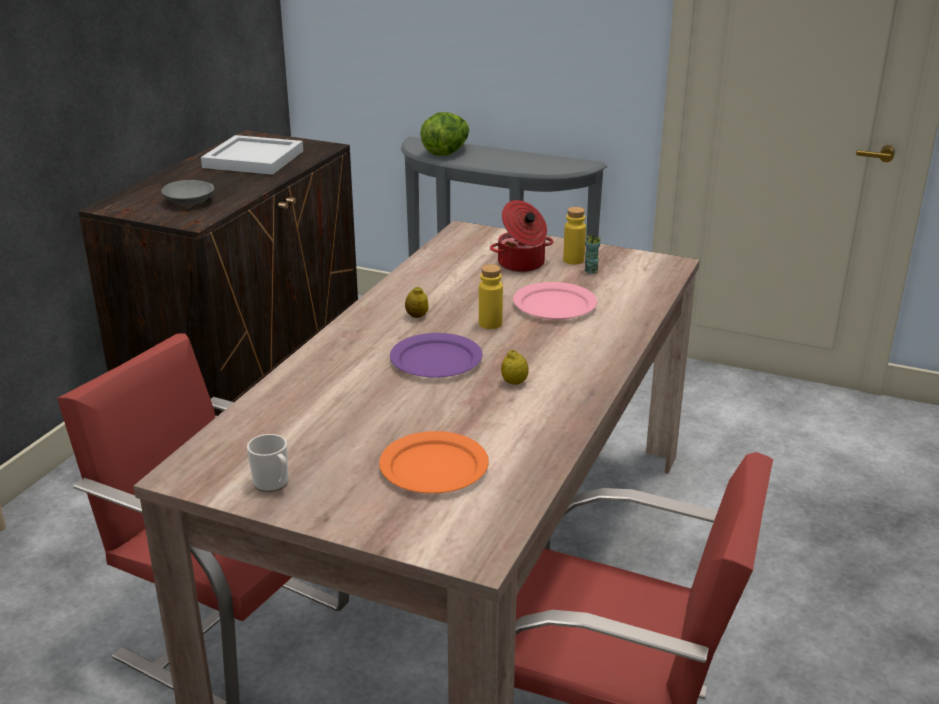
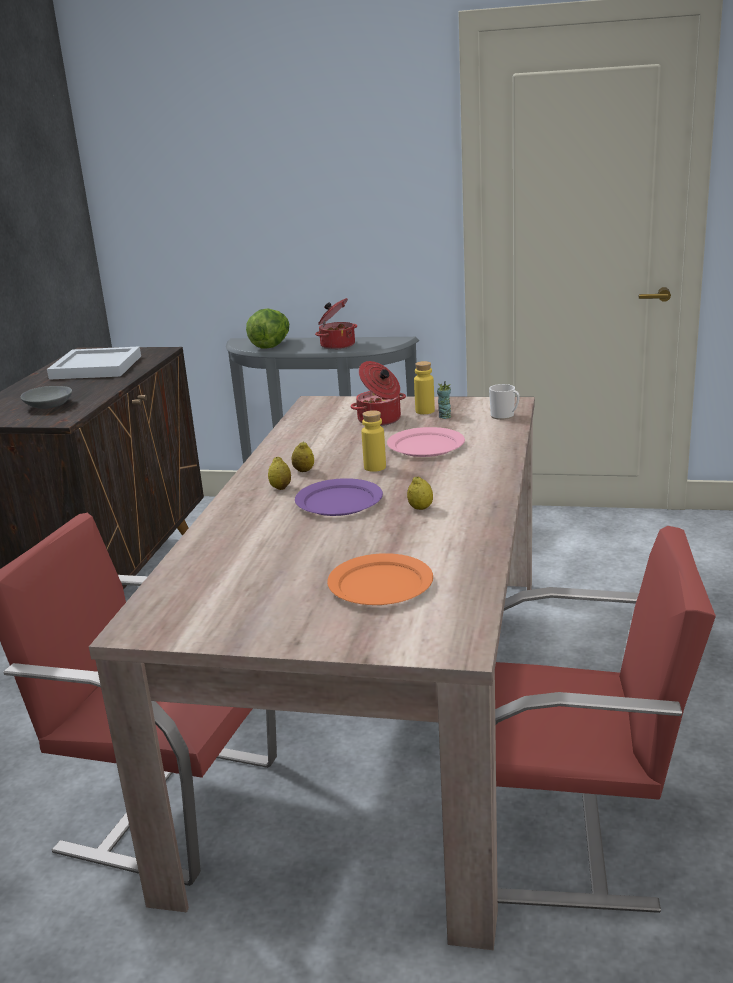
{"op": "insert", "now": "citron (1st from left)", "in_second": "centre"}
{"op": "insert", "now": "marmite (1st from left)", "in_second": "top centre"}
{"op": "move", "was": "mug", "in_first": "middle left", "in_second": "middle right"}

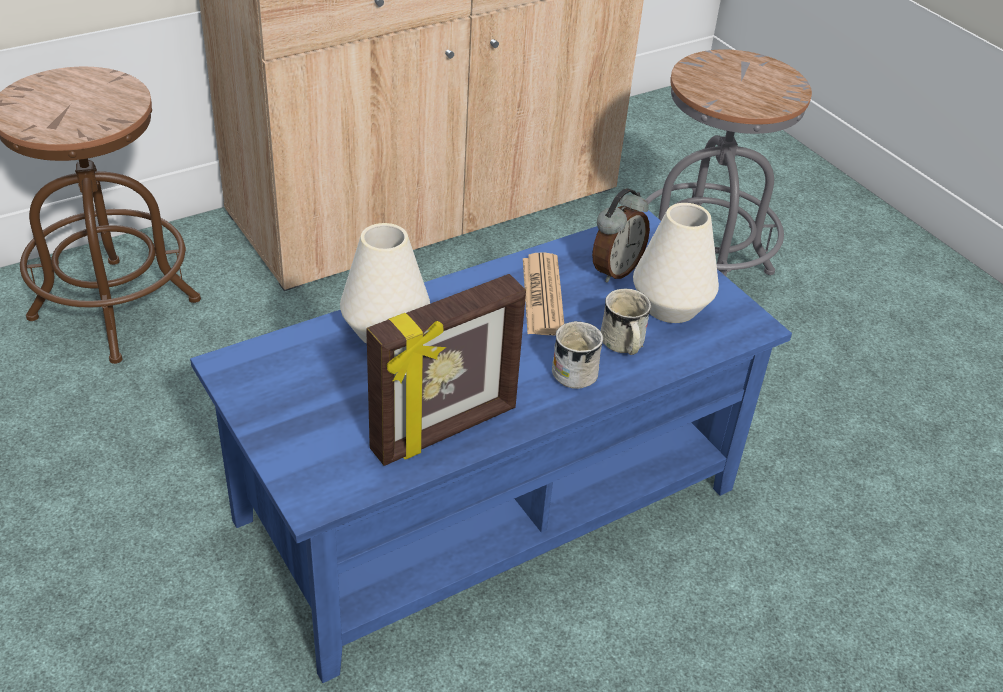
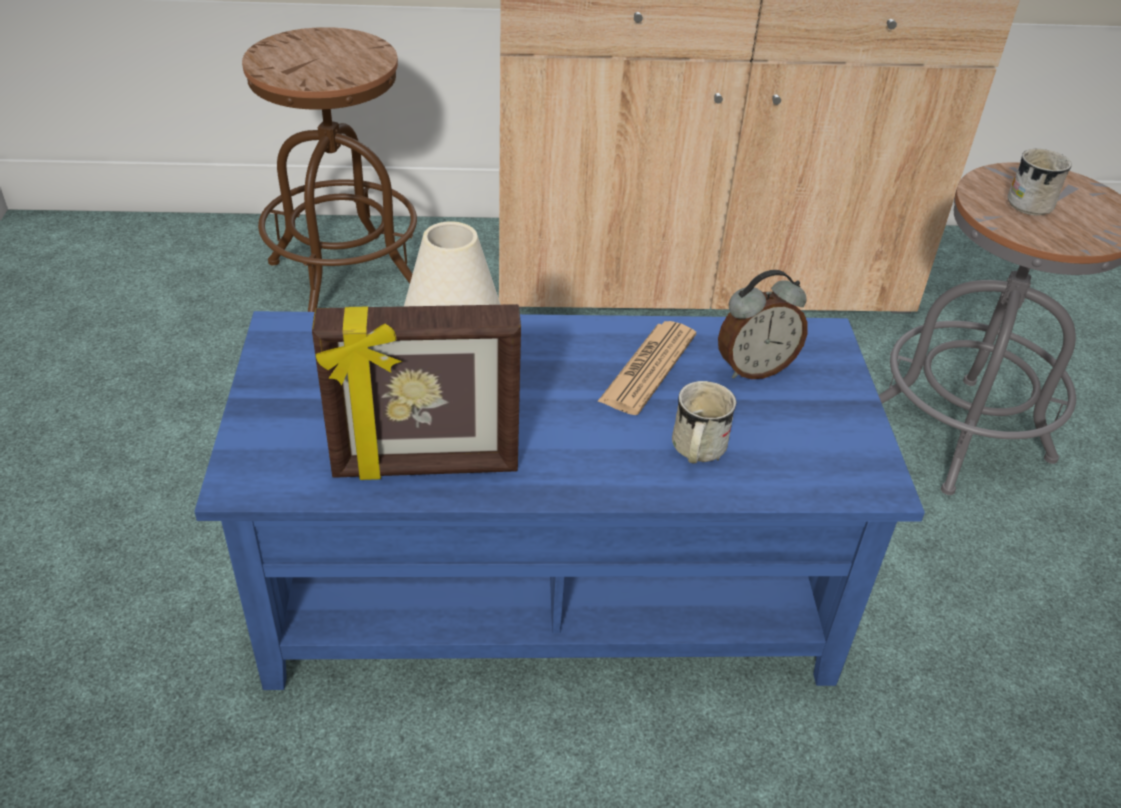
{"op": "move", "was": "mug/blanc (1st from left in the first image)", "now": "mug/blanc (2nd from left)", "in_first": "centre", "in_second": "top right"}
{"op": "delete", "was": "vase/blanc (2nd from left)", "in_first": "middle right"}

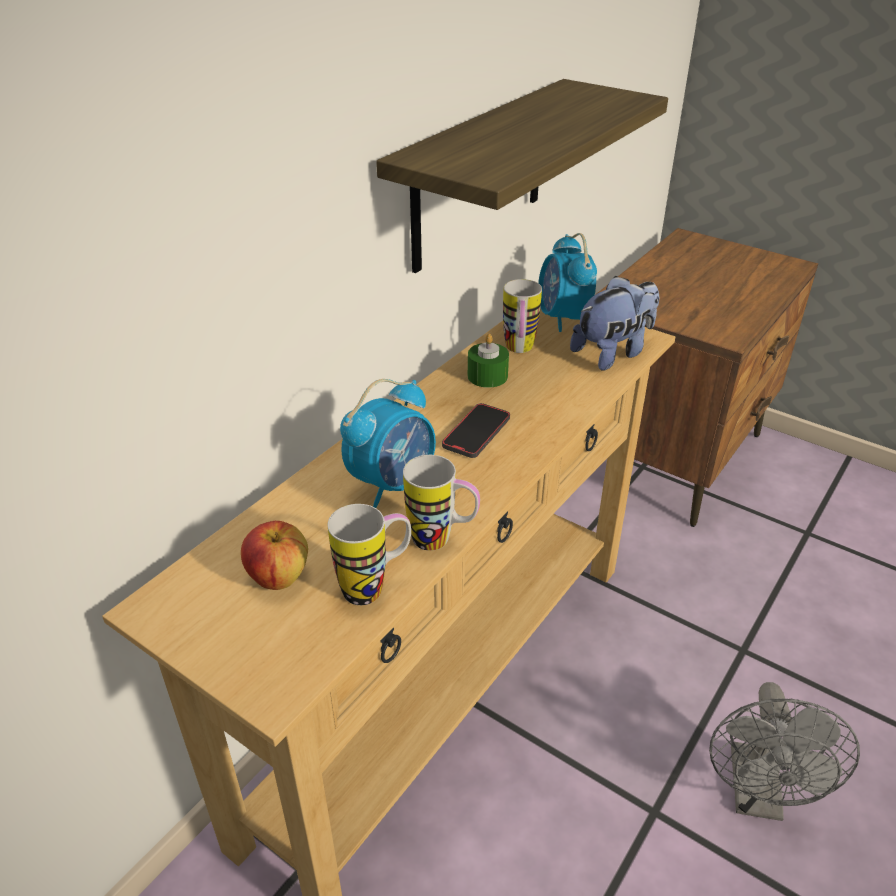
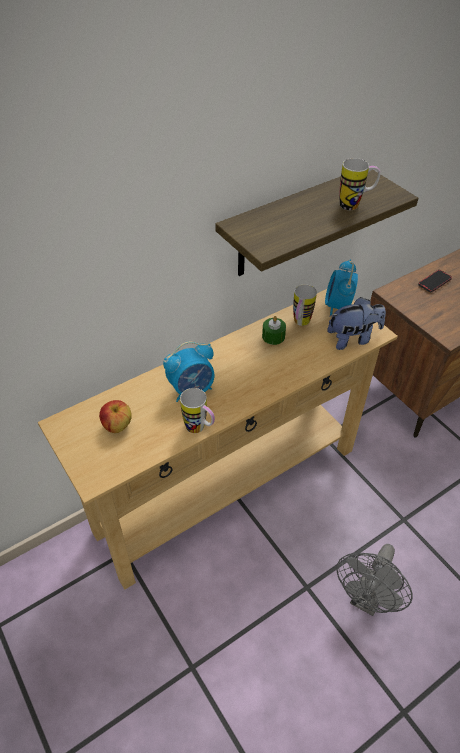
{"op": "move", "was": "mug (1st from left in the first image)", "now": "mug (3rd from left)", "in_first": "centre", "in_second": "top right"}
{"op": "move", "was": "téléphone", "in_first": "centre", "in_second": "middle right"}

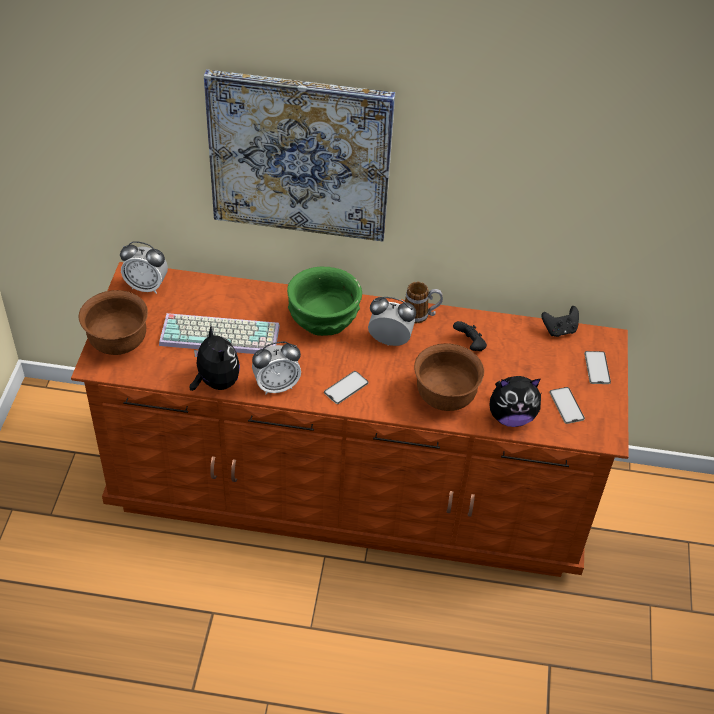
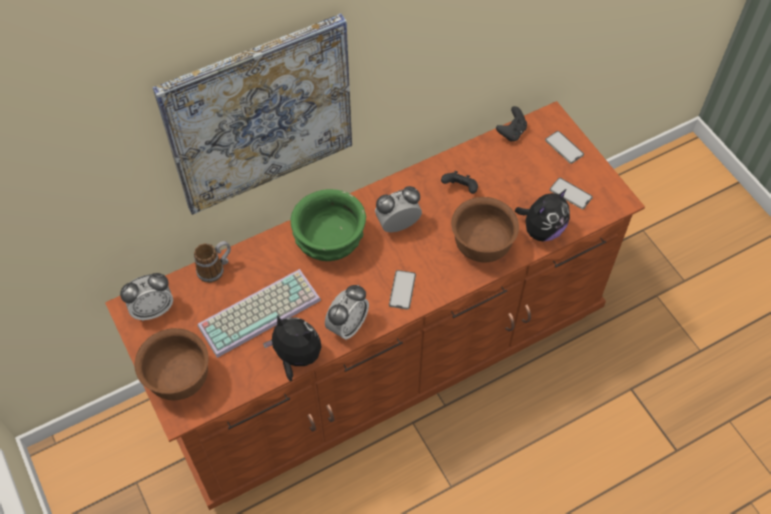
{"op": "move", "was": "mug", "in_first": "centre", "in_second": "middle left"}

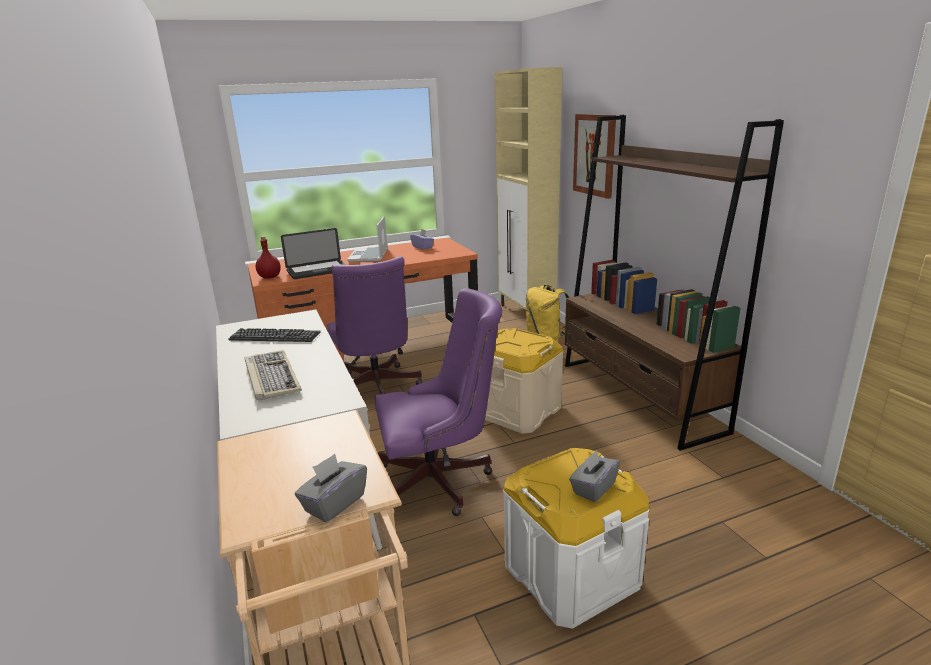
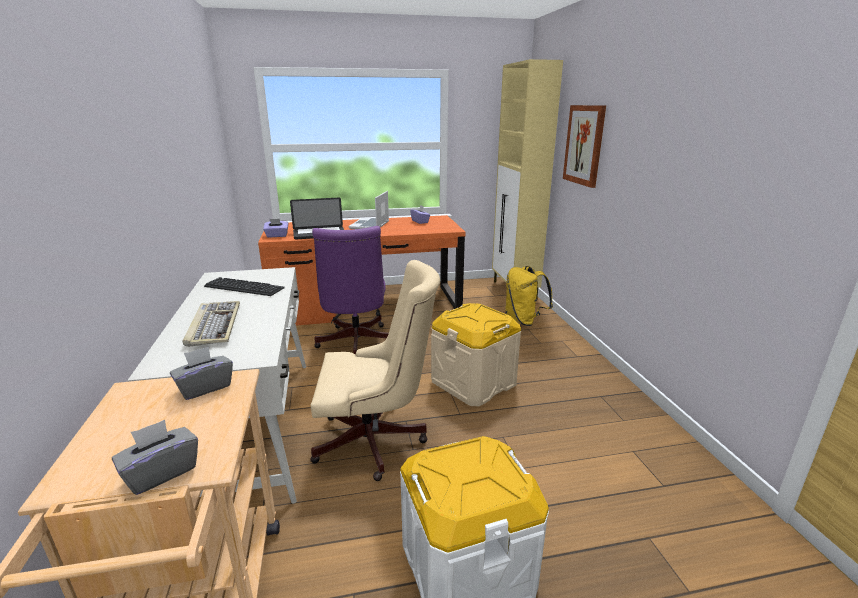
{"op": "move", "was": "boîte à mouchoirs/gris (2nd from left)", "in_first": "bottom centre", "in_second": "middle left"}
{"op": "replace", "was": "bouteille/rouge", "now": "boîte à mouchoirs/violet (1st from left)", "in_first": "middle left", "in_second": "middle left"}
{"op": "recolor", "was": "chaise de bureau/violet (2nd from left)", "now": "chaise de bureau/beige", "in_first": "centre", "in_second": "centre"}
{"op": "delete", "was": "bibliothèque/marron", "in_first": "middle right"}

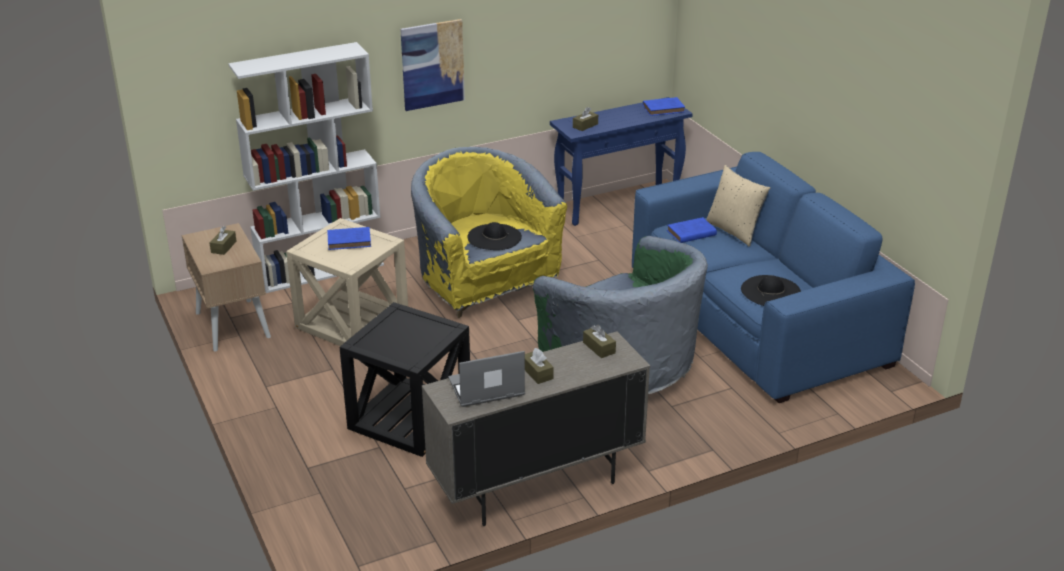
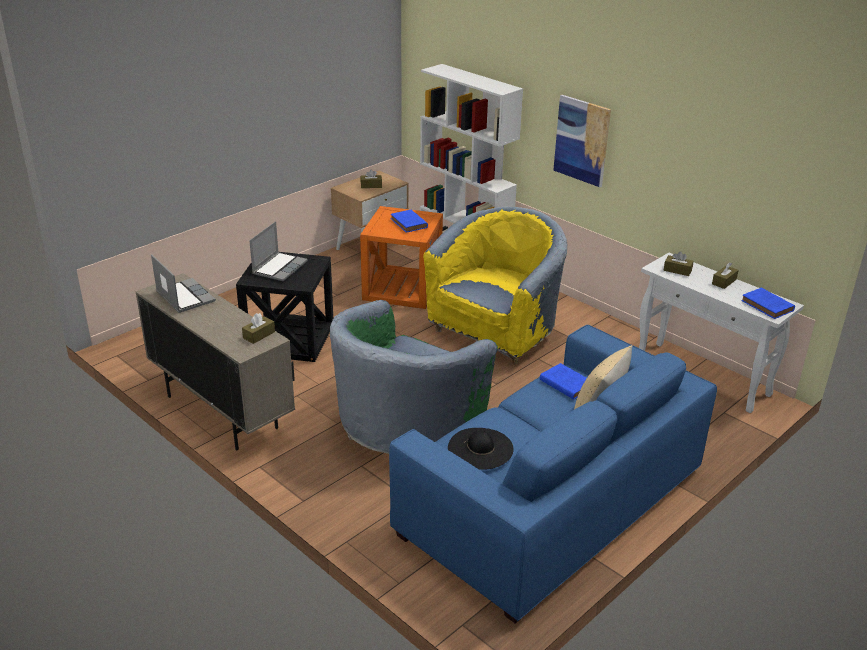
{"op": "insert", "now": "ordinateur portable (2nd from left)", "in_second": "middle left"}
{"op": "recolor", "was": "table d'appoint/beige", "now": "table d'appoint/orange", "in_first": "middle left", "in_second": "centre"}
{"op": "recolor", "was": "table console/bleu", "now": "table console/blanc", "in_first": "top centre", "in_second": "middle right"}
{"op": "move", "was": "boîte à mouchoirs/marron (2nd from left in the first image)", "now": "boîte à mouchoirs/marron (4th from left)", "in_first": "centre", "in_second": "middle right"}
{"op": "delete", "was": "chapeau/noir (1st from left)", "in_first": "centre"}

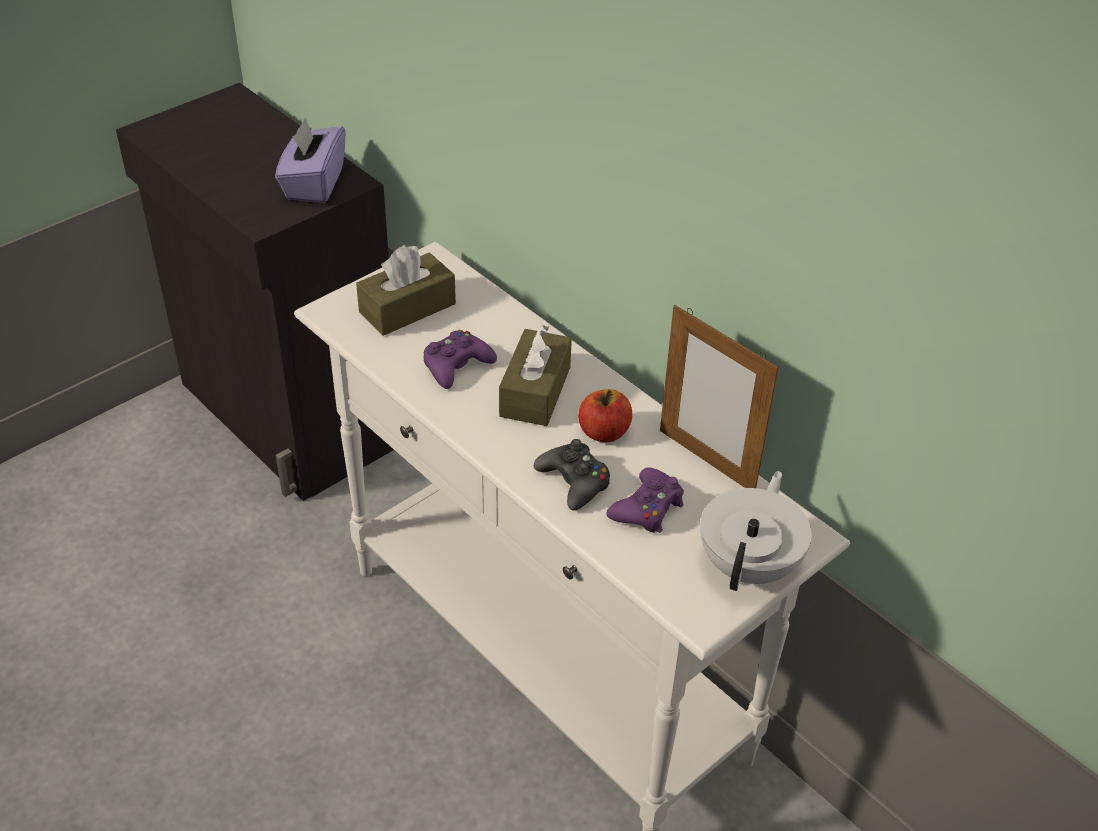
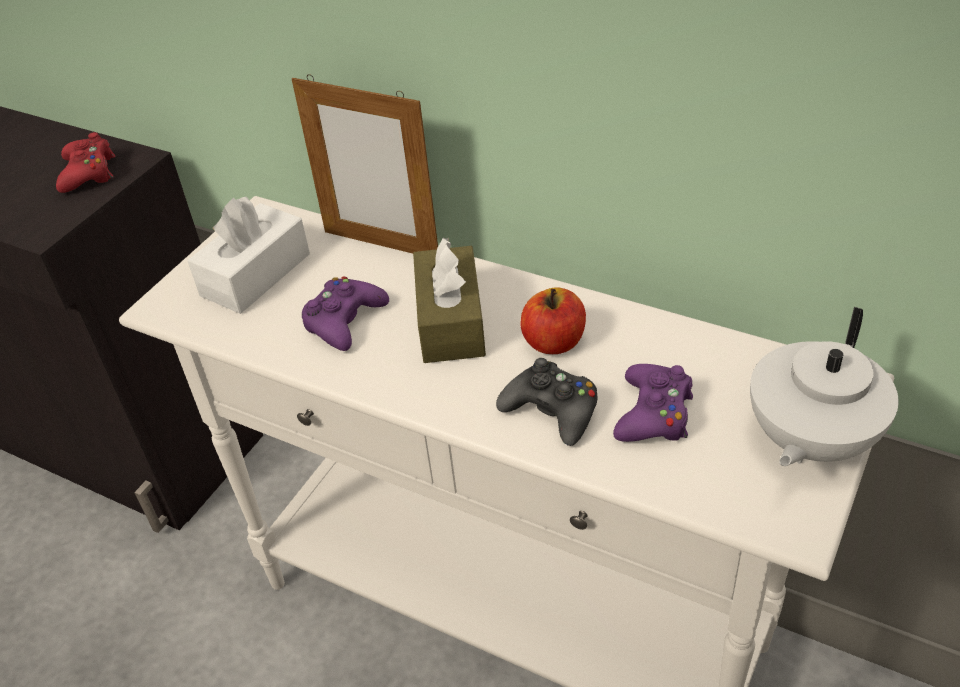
{"op": "replace", "was": "boîte à mouchoirs/violet", "now": "manette/rouge", "in_first": "top left", "in_second": "top left"}
{"op": "recolor", "was": "boîte à mouchoirs/marron (1st from left)", "now": "boîte à mouchoirs/blanc", "in_first": "centre", "in_second": "middle left"}
{"op": "move", "was": "cadre photo", "in_first": "centre", "in_second": "top centre"}
{"op": "rotate", "was": "théière/blanc", "in_first": "middle right", "in_second": "middle right", "clockwise": -150}

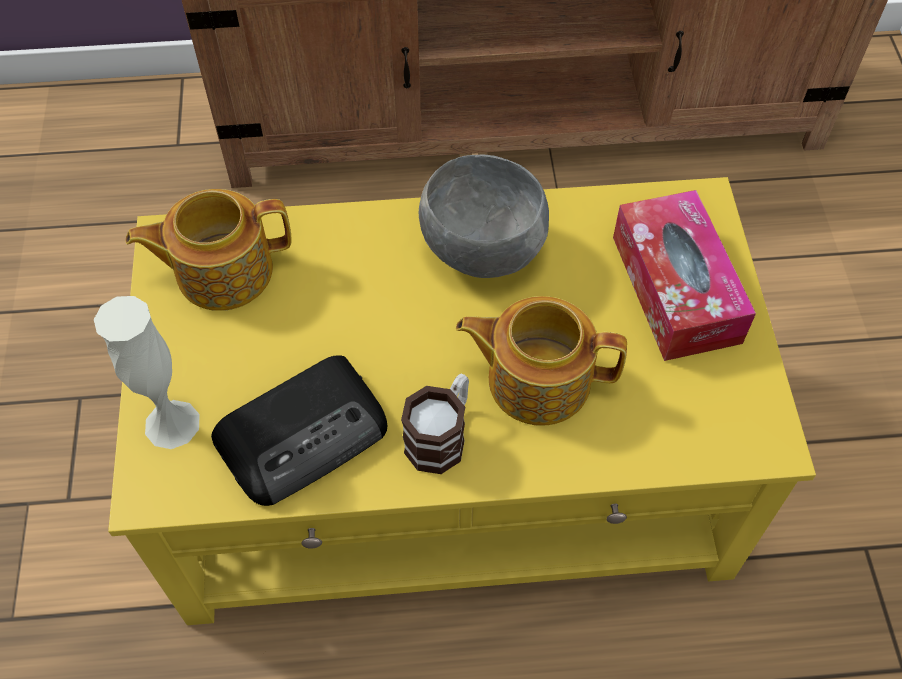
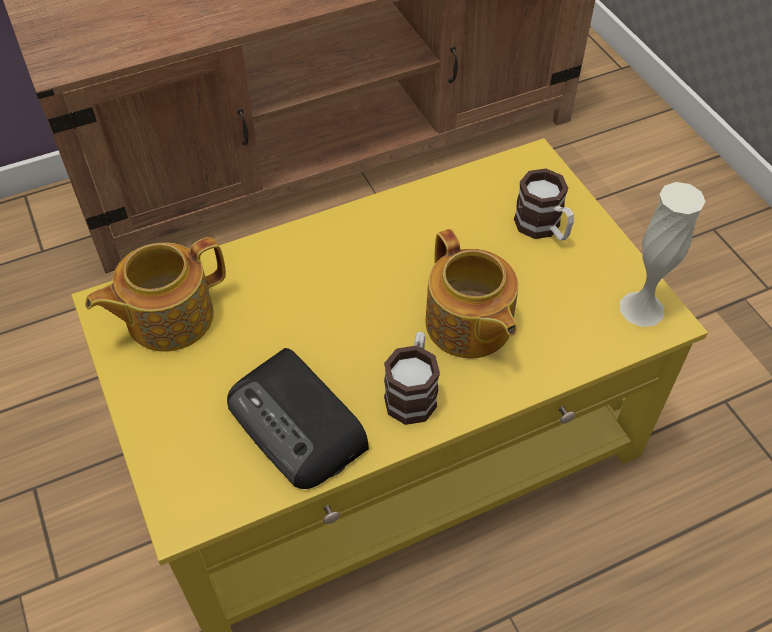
{"op": "rotate", "was": "radio", "in_first": "middle left", "in_second": "centre", "clockwise": 105}
{"op": "rotate", "was": "théière (2nd from left)", "in_first": "centre", "in_second": "centre", "clockwise": -105}
{"op": "replace", "was": "boîte à mouchoirs", "now": "mug (2nd from left)", "in_first": "middle right", "in_second": "top right"}
{"op": "move", "was": "vase/blanc", "in_first": "middle left", "in_second": "middle right"}
{"op": "delete", "was": "bol/gris", "in_first": "top centre"}

